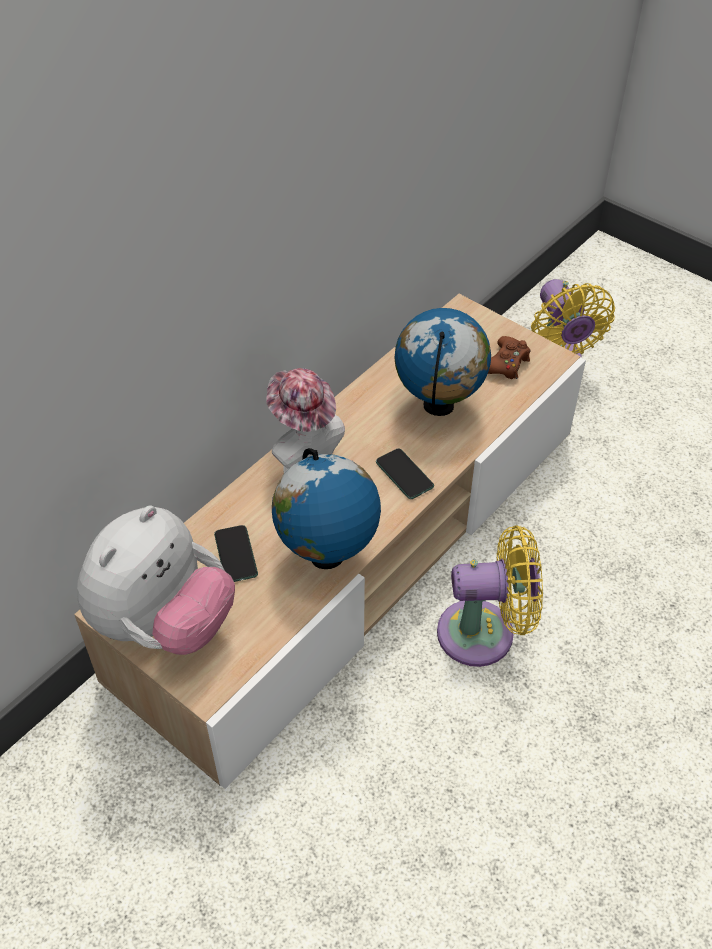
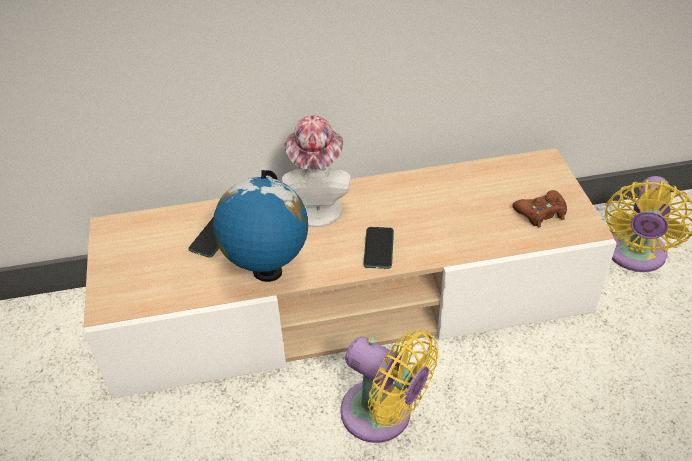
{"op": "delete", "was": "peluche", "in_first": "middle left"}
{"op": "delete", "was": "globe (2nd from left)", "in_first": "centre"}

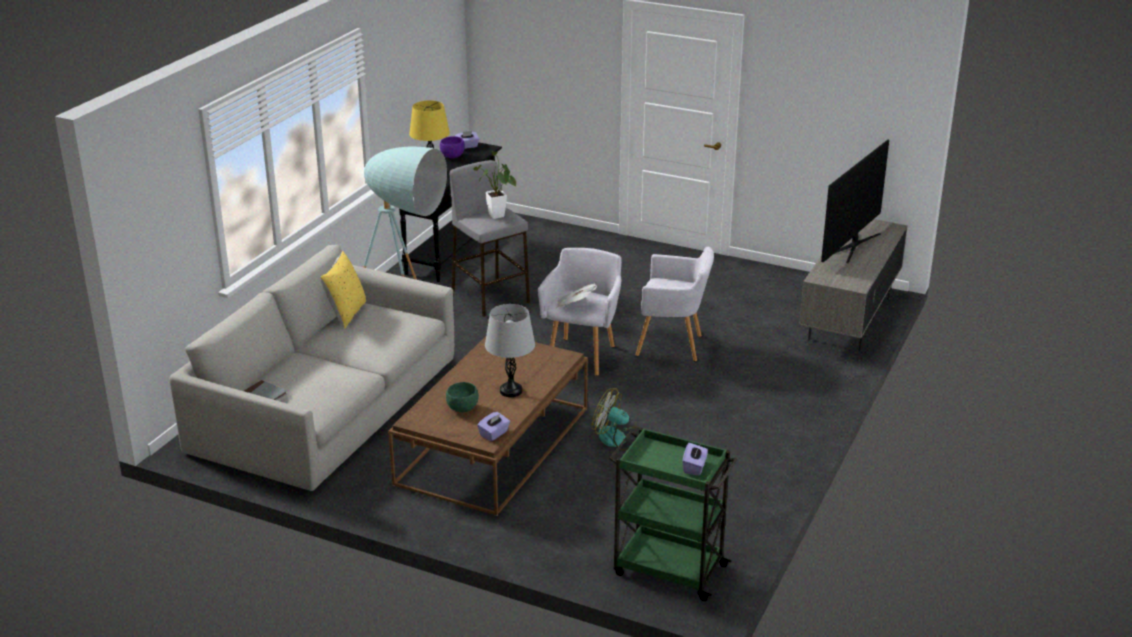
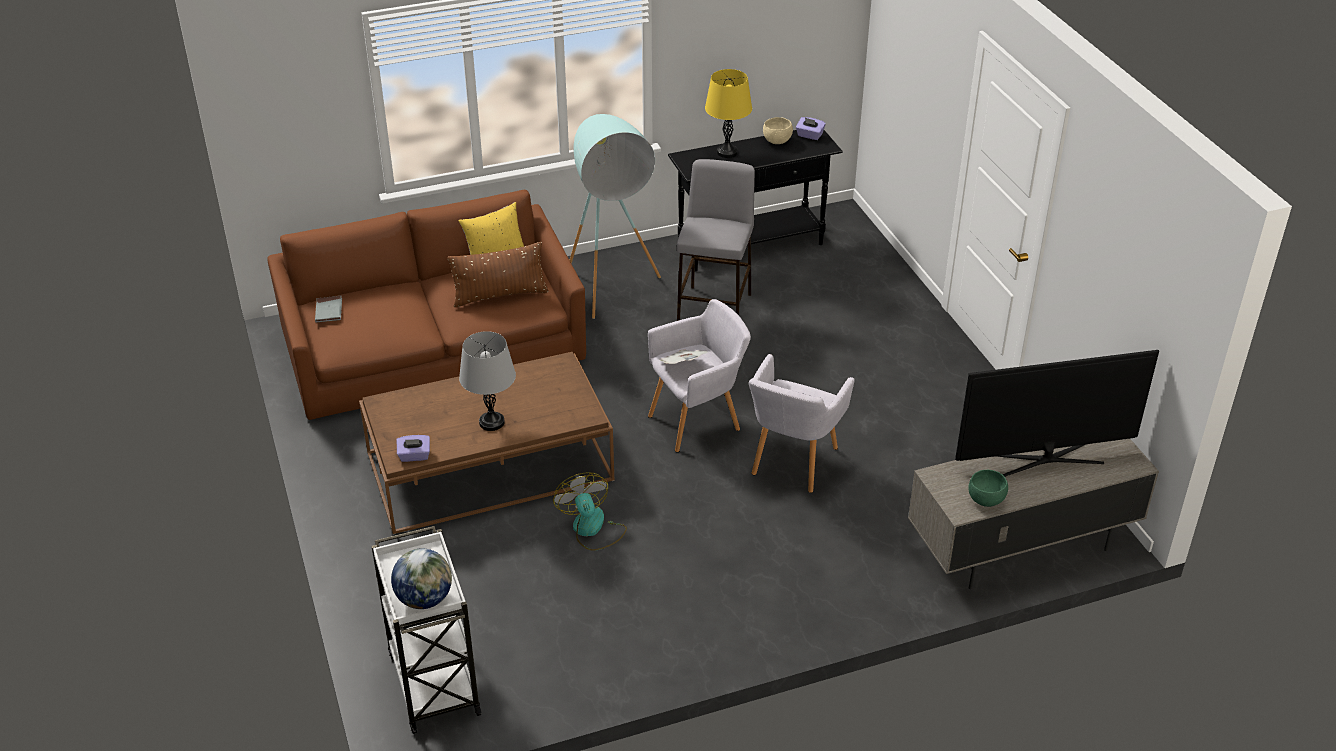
{"op": "recolor", "was": "canapé/gris", "now": "canapé/marron", "in_first": "middle left", "in_second": "middle left"}
{"op": "recolor", "was": "chariot/vert", "now": "chariot/blanc", "in_first": "bottom centre", "in_second": "bottom left"}
{"op": "replace", "was": "boîte à mouchoirs/violet (3rd from left)", "now": "globe", "in_first": "bottom centre", "in_second": "bottom left"}
{"op": "insert", "now": "coussin/marron", "in_second": "centre"}
{"op": "rotate", "was": "fauteuil/gris (2nd from left)", "in_first": "centre", "in_second": "centre", "clockwise": 60}
{"op": "recolor", "was": "bol/violet", "now": "bol/beige", "in_first": "top centre", "in_second": "top centre"}
{"op": "move", "was": "bol/vert", "in_first": "centre", "in_second": "middle right"}
{"op": "delete", "was": "plante en pot", "in_first": "top centre"}

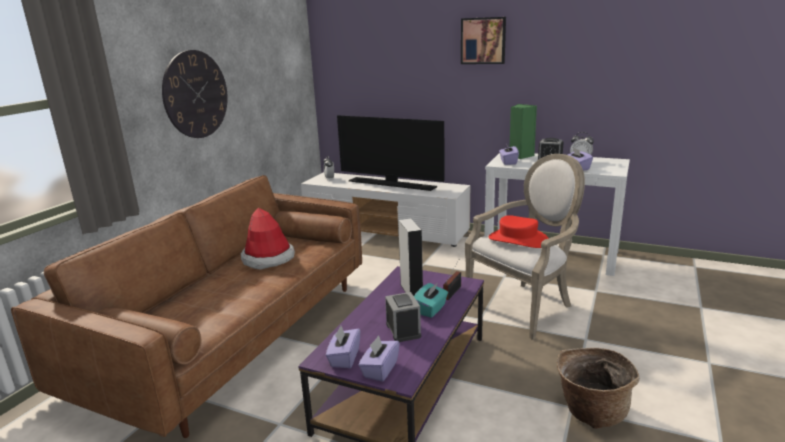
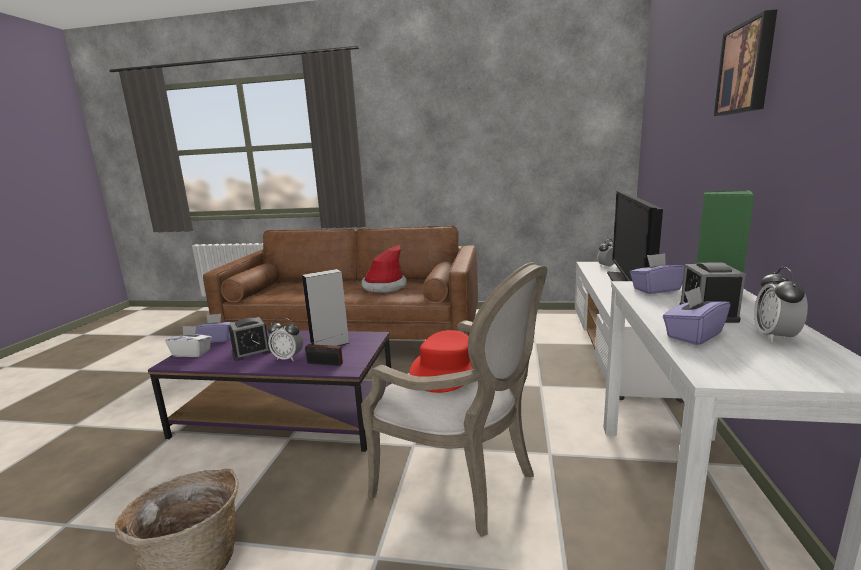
{"op": "recolor", "was": "boîte à mouchoirs/violet (2nd from left)", "now": "boîte à mouchoirs/blanc", "in_first": "bottom centre", "in_second": "middle left"}
{"op": "replace", "was": "boîte à mouchoirs/turquoise", "now": "réveil (2nd from left)", "in_first": "bottom centre", "in_second": "middle left"}
{"op": "delete", "was": "horloge murale", "in_first": "top left"}

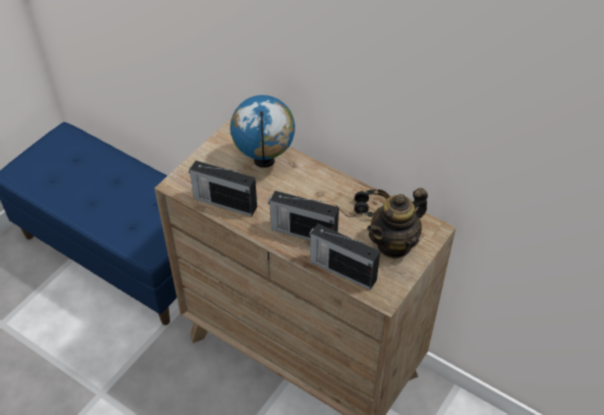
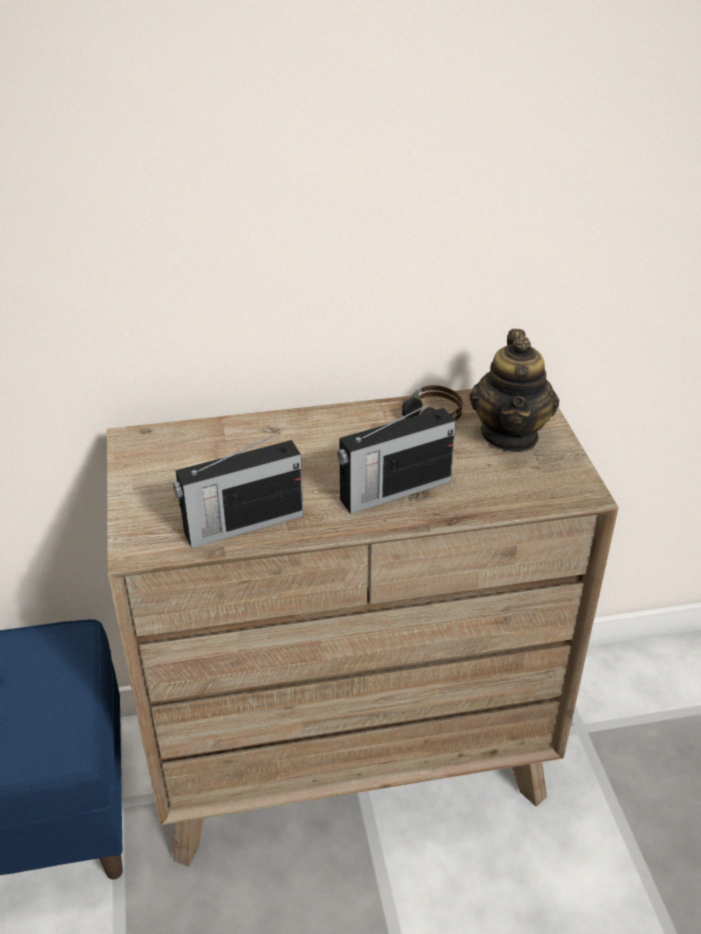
{"op": "delete", "was": "globe", "in_first": "top centre"}
{"op": "delete", "was": "radio (3rd from left)", "in_first": "centre"}

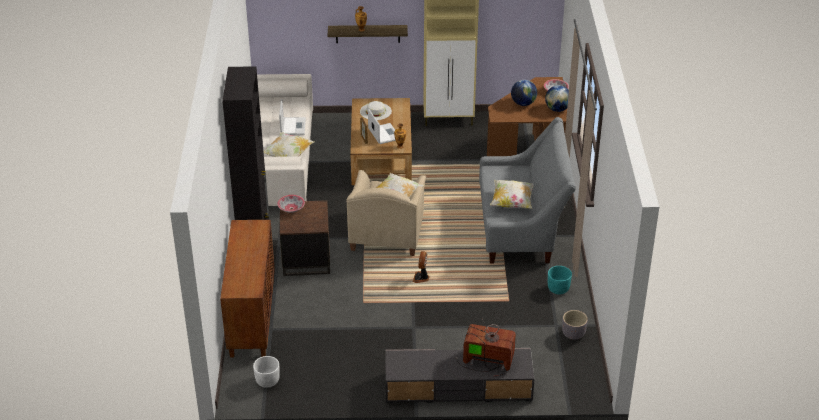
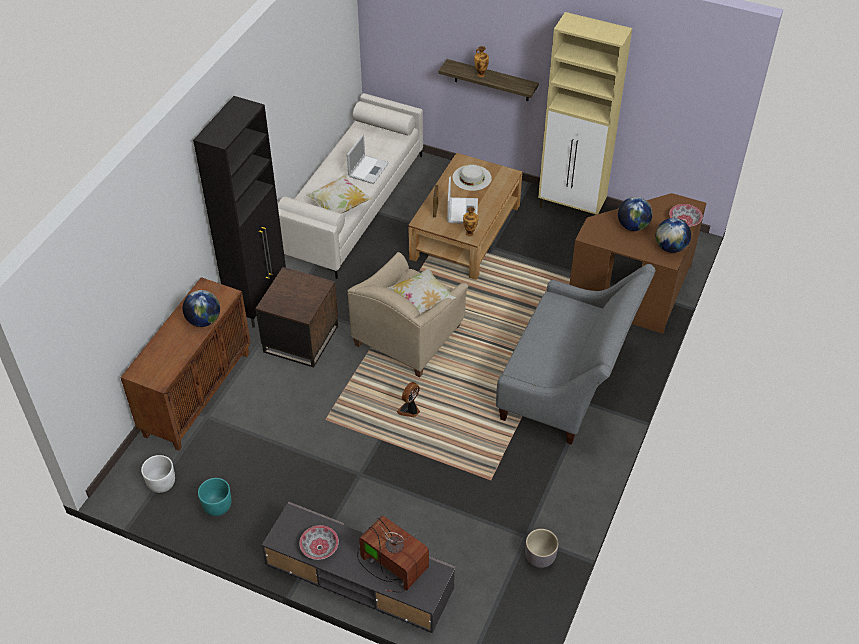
{"op": "insert", "now": "globe (1st from left)", "in_second": "middle left"}
{"op": "move", "was": "cache-pot/turquoise", "in_first": "bottom right", "in_second": "bottom left"}
{"op": "move", "was": "bol (1st from left)", "in_first": "centre", "in_second": "bottom centre"}
{"op": "delete", "was": "coussin (3rd from left)", "in_first": "centre"}

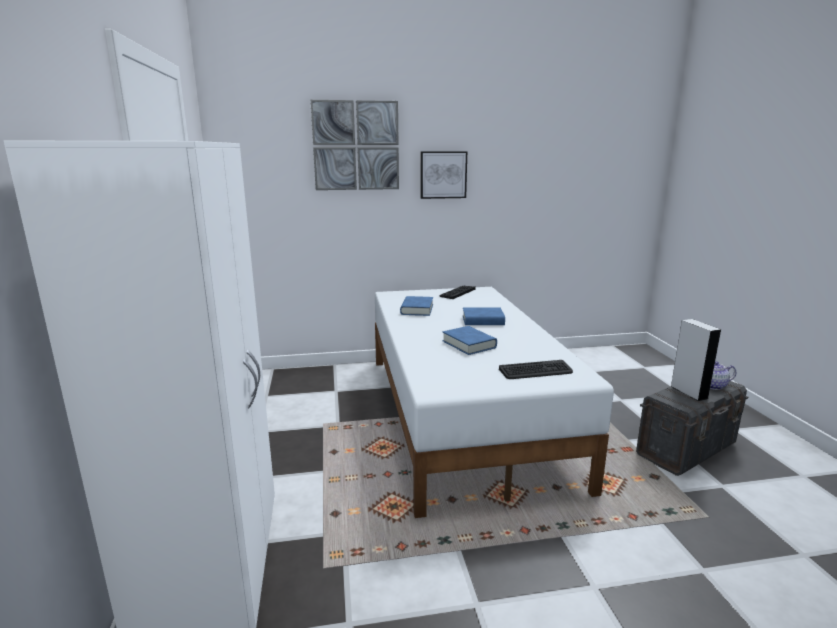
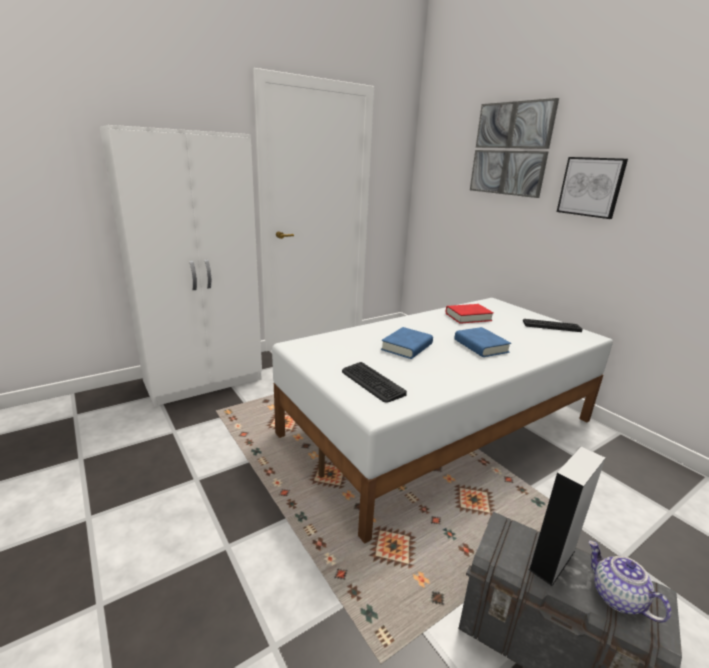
{"op": "recolor", "was": "livre/bleu (1st from left)", "now": "livre/rouge", "in_first": "centre", "in_second": "centre"}

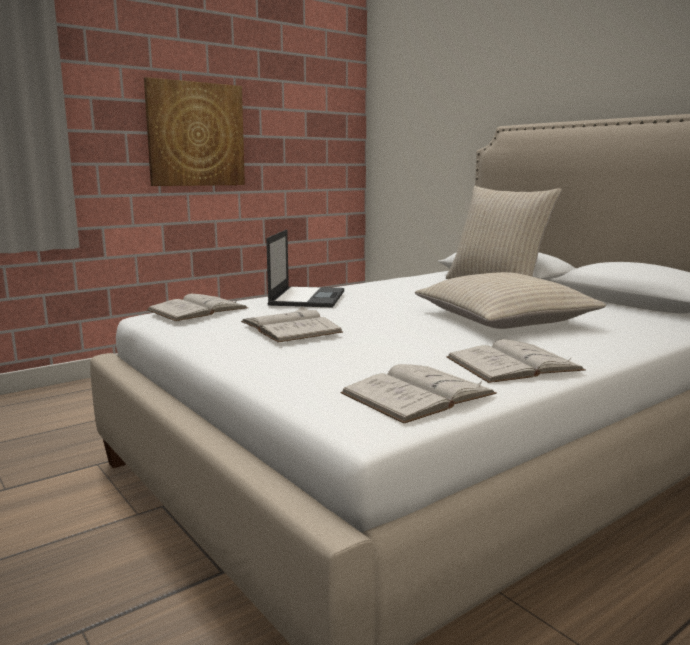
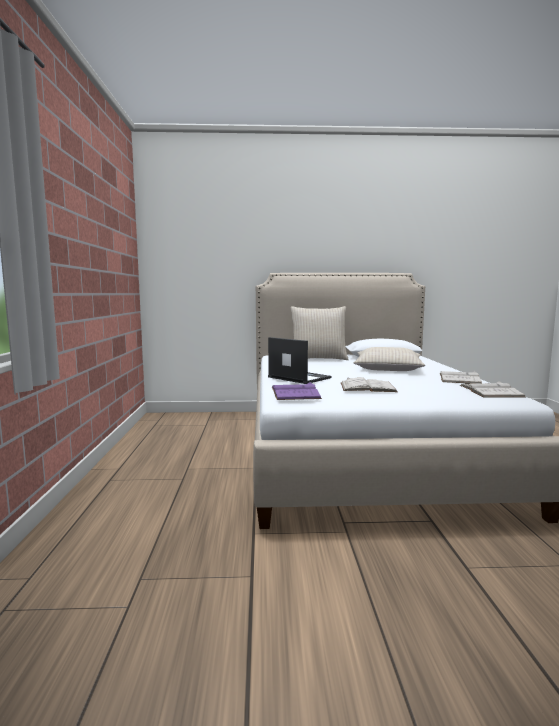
{"op": "recolor", "was": "livre/blanc (1st from left)", "now": "livre/violet", "in_first": "middle left", "in_second": "centre"}
{"op": "delete", "was": "tableau", "in_first": "top left"}

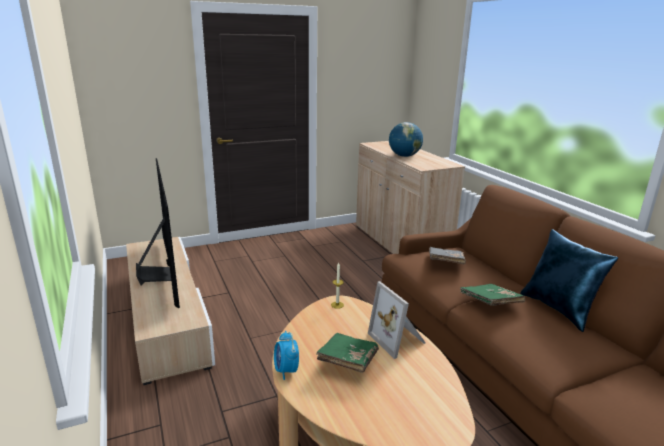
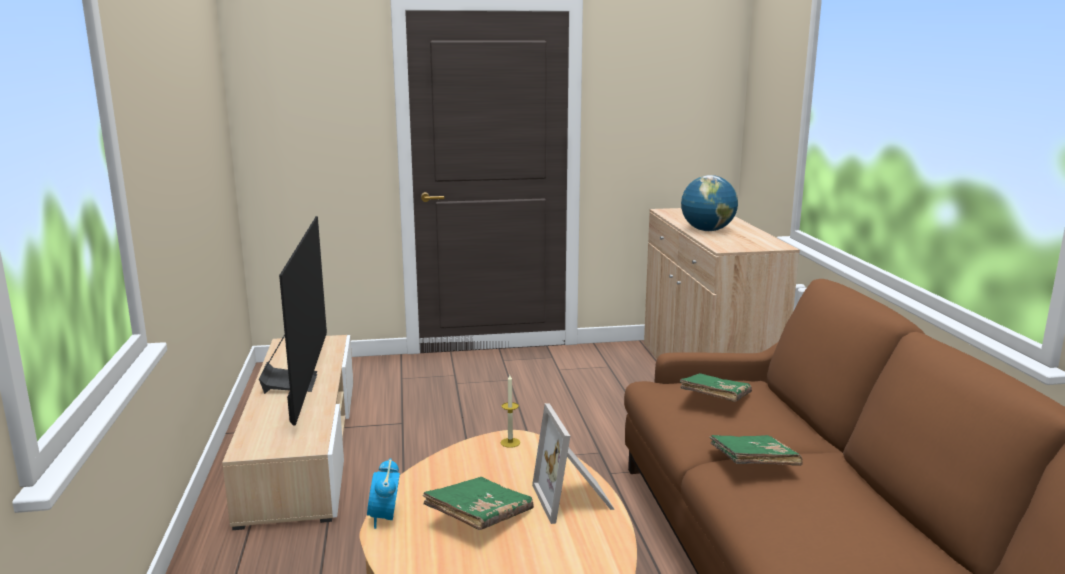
{"op": "recolor", "was": "livre/gris", "now": "livre/vert (2nd from left)", "in_first": "middle right", "in_second": "bottom right"}
{"op": "delete", "was": "coussin/bleu", "in_first": "middle right"}

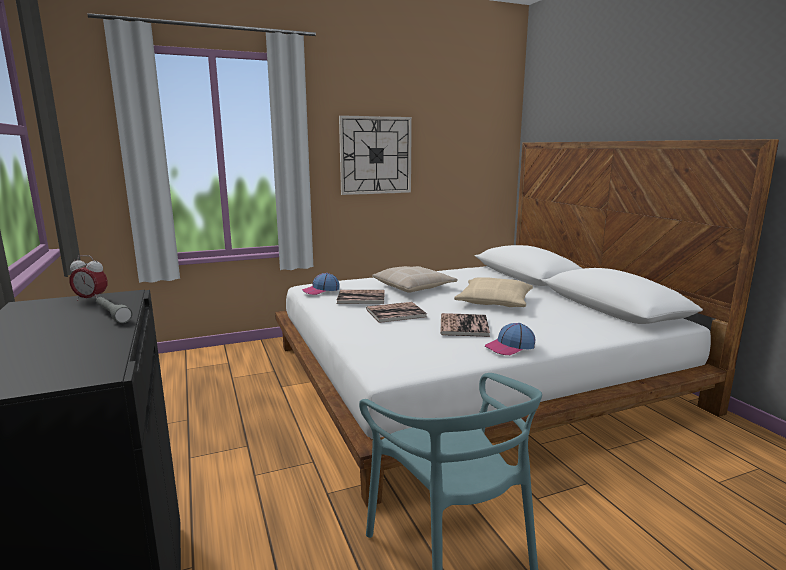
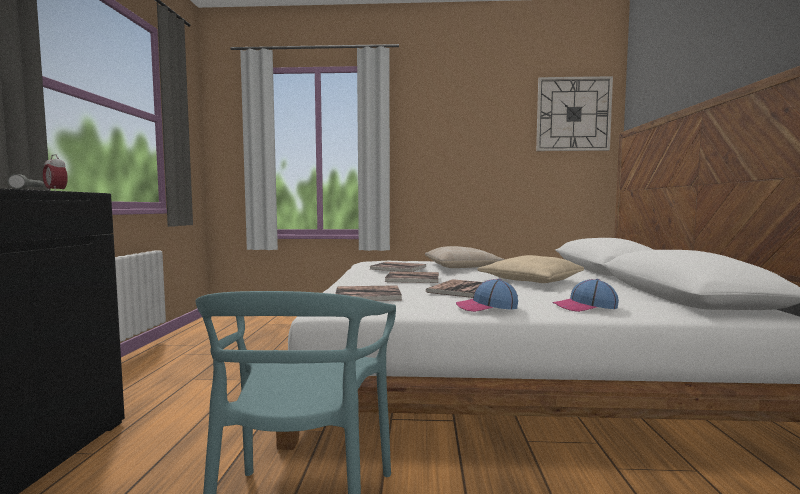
{"op": "insert", "now": "livre (1st from left)", "in_second": "centre"}
{"op": "move", "was": "horloge murale", "in_first": "top centre", "in_second": "top right"}
{"op": "move", "was": "casquette (1st from left in the first image)", "now": "casquette (2nd from left)", "in_first": "centre", "in_second": "middle right"}

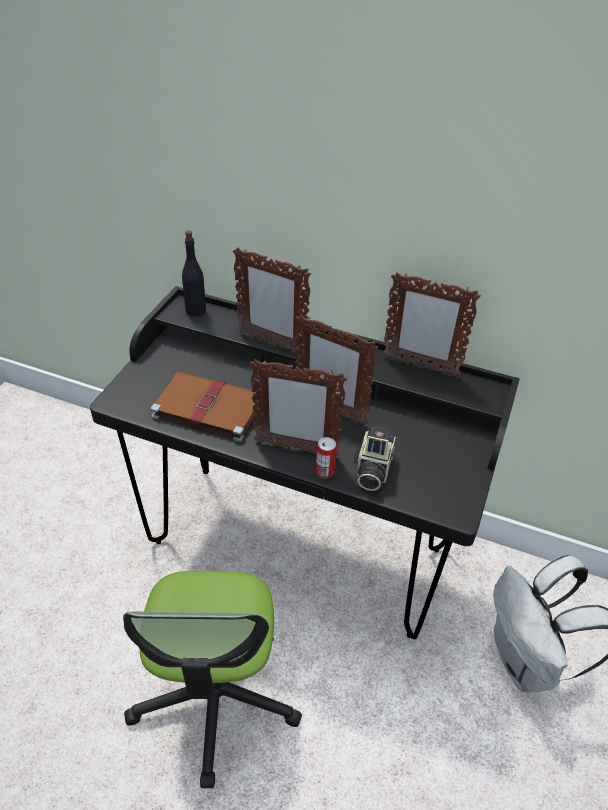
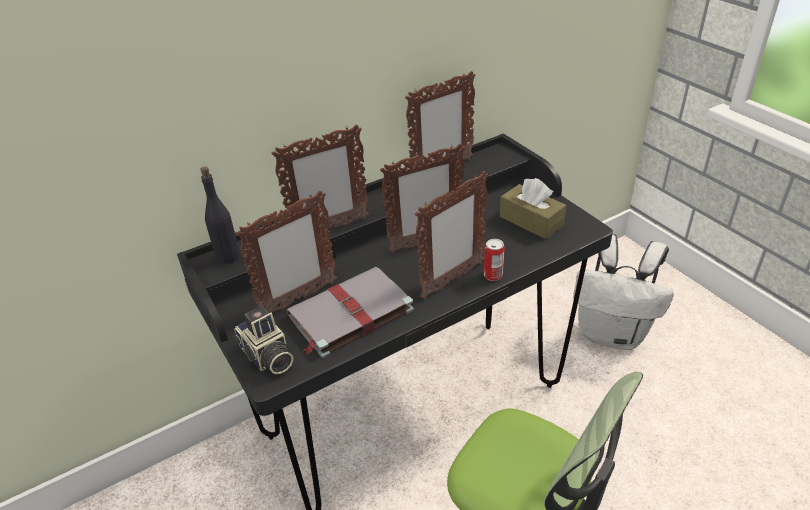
{"op": "move", "was": "appareil photo", "in_first": "centre", "in_second": "bottom left"}
{"op": "insert", "now": "cadre photo (1st from left)", "in_second": "centre"}
{"op": "recolor", "was": "livre/marron", "now": "livre/gris", "in_first": "centre", "in_second": "centre"}
{"op": "insert", "now": "boîte à mouchoirs/marron", "in_second": "centre"}

